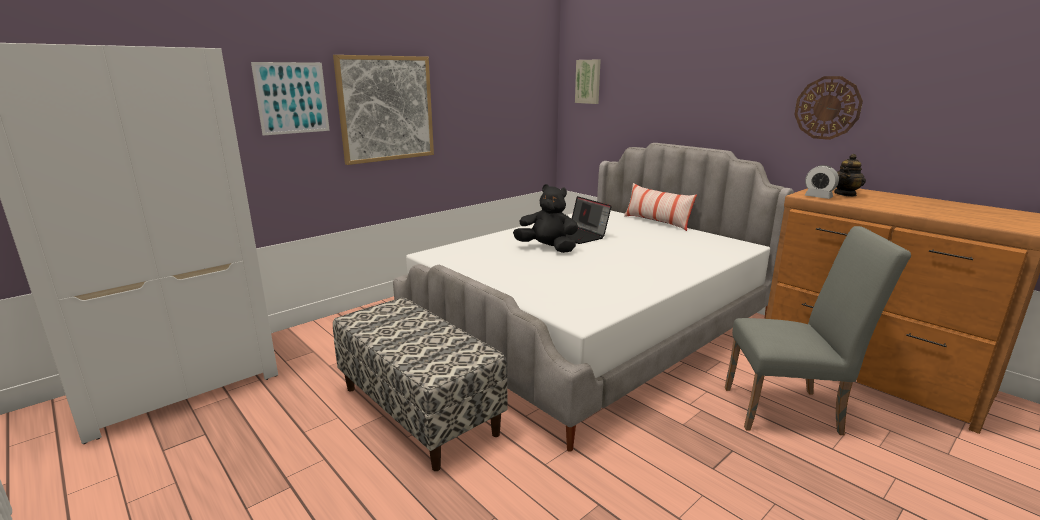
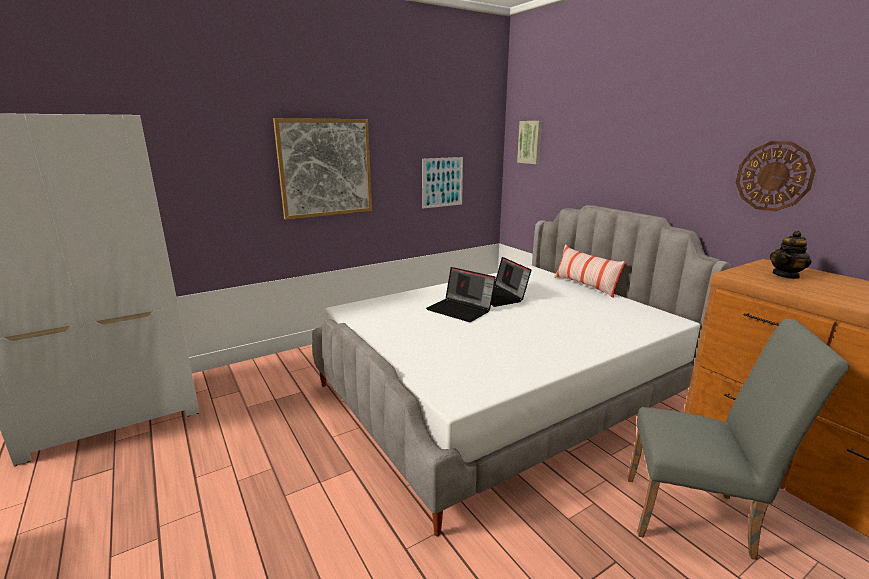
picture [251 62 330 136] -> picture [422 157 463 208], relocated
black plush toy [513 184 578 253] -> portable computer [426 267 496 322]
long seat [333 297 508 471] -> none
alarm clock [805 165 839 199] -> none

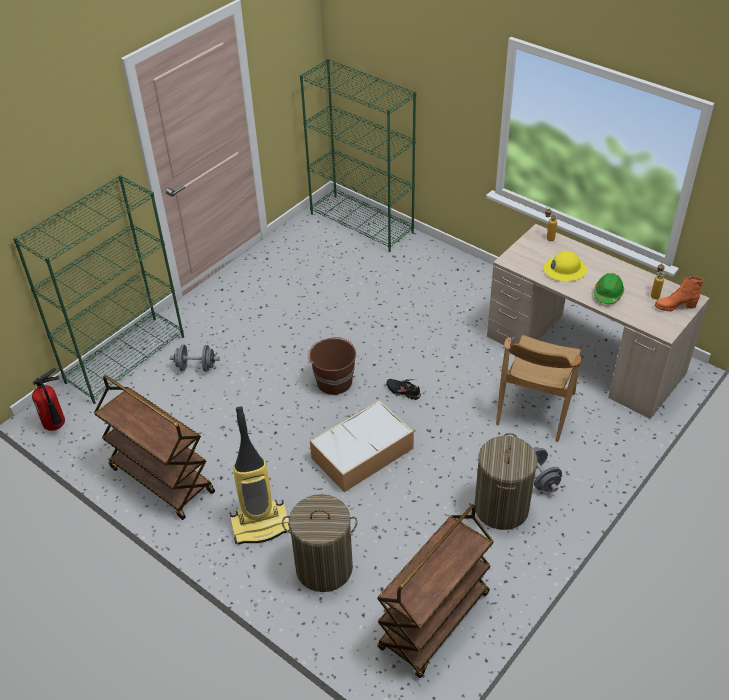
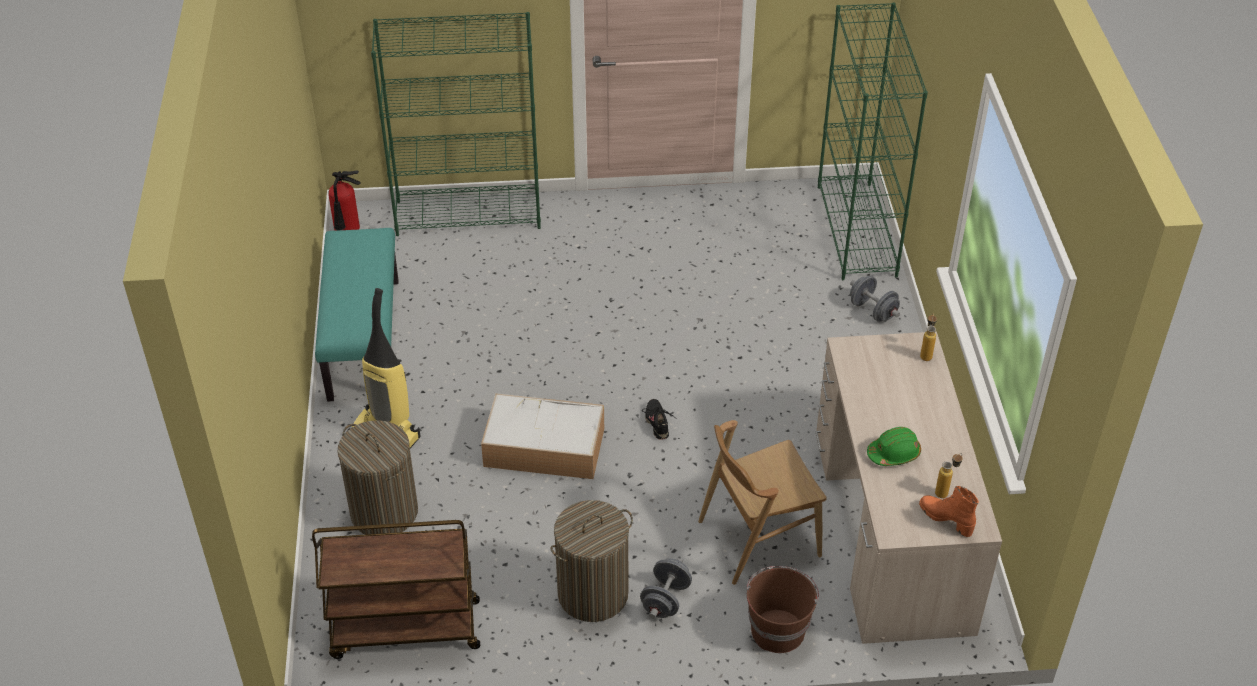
brownish cart [94 375 215 520] -> blue-green long seat [315 228 399 402]
brownish pail [308 337 356 395] -> brownish pail [747 566 819 653], relocated
greyish dumbbell [170 345 220 372] -> greyish dumbbell [850 276 900 322], relocated
yellow safety helmet [544 251 587 281] -> none

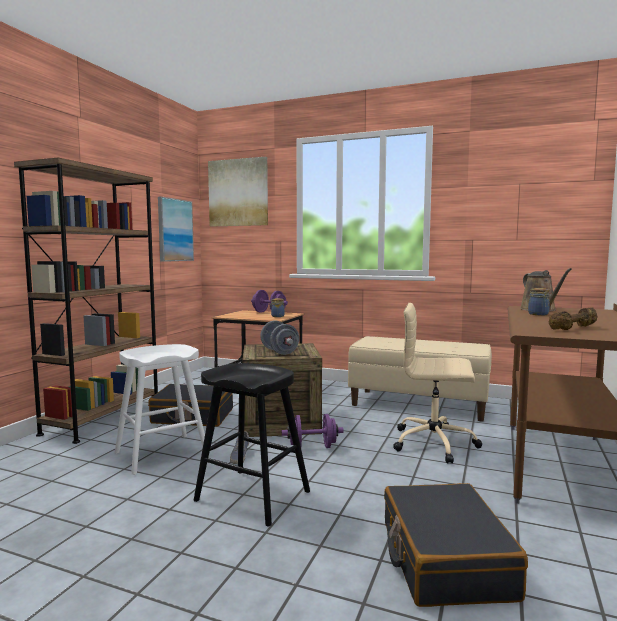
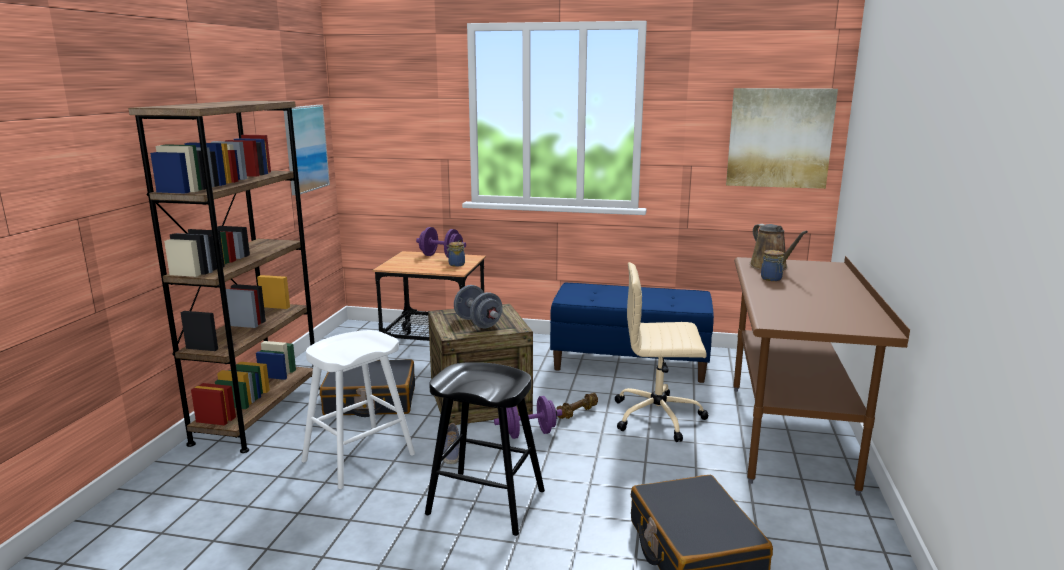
beige-coloured long seat [348 336 492 422] -> blue long seat [550 283 714 383]
brownish dumbbell [549 307 598 330] -> brownish dumbbell [556 393 598 419], relocated
picture [208 157 268 226] -> picture [726 88 838 189], relocated

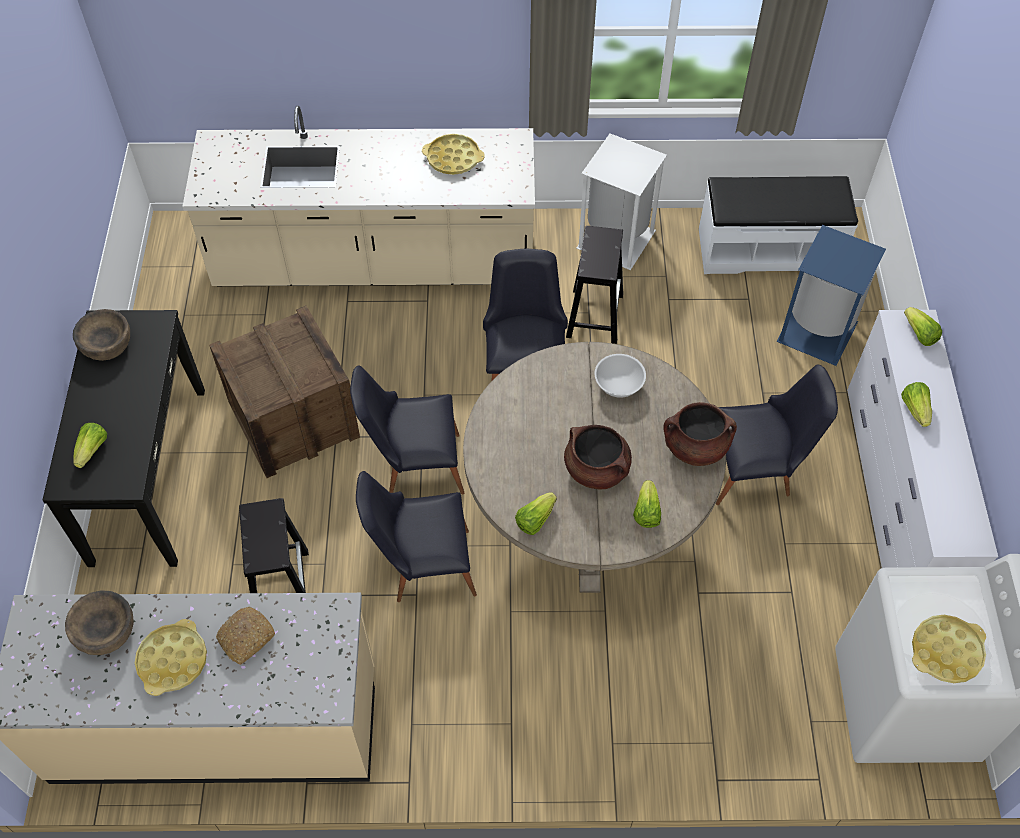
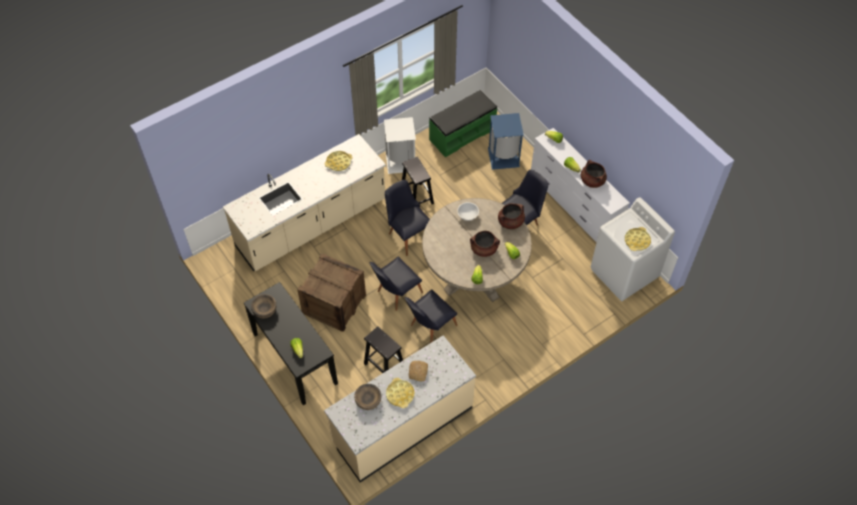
white-coloured long seat [699 176 858 274] -> greenish long seat [429 90 498 157]
none -> brownish saucepot [581 160 607 188]

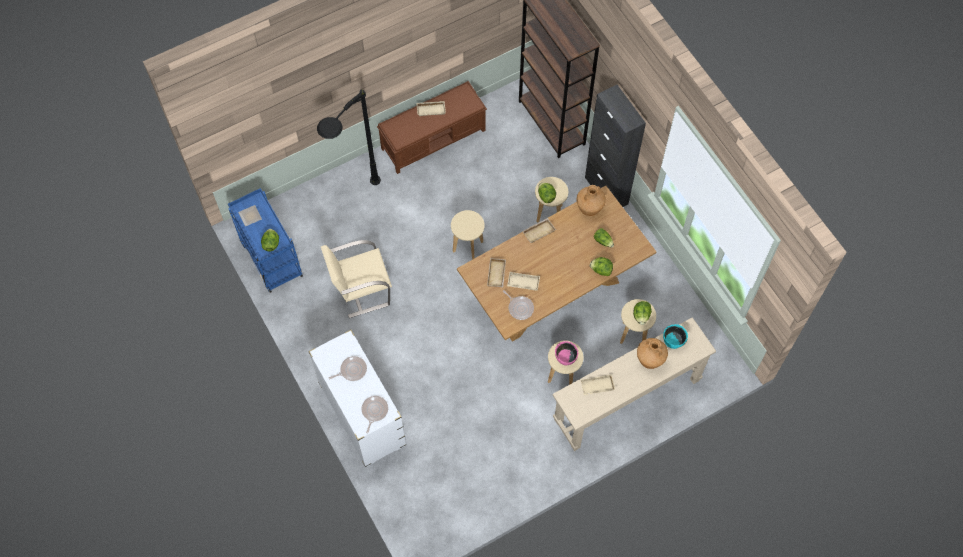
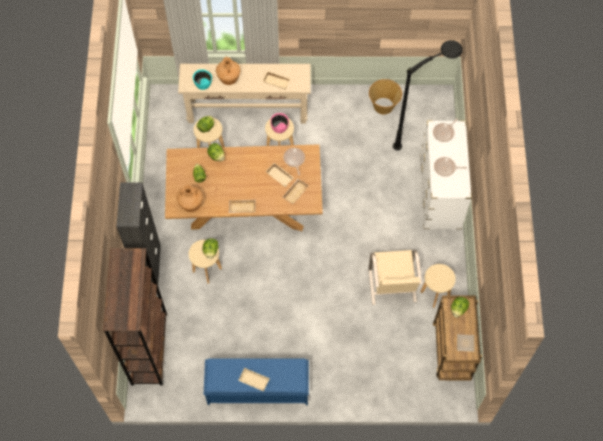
brownish long seat [377 81 487 174] -> blue long seat [204 358 309 405]
none -> basket [369 79 402 114]
beige-coloured plain chair [321 240 392 318] -> beige-coloured plain chair [369 250 422 305], 75 degrees clockwise
black standing lamp [317 89 381 185] -> black standing lamp [393 40 463 151], relocated
beige-coloured stool [451 210 485 259] -> beige-coloured stool [420 264 456 308], relocated
blue cart [228 188 303 293] -> brownish cart [433 296 482 380]

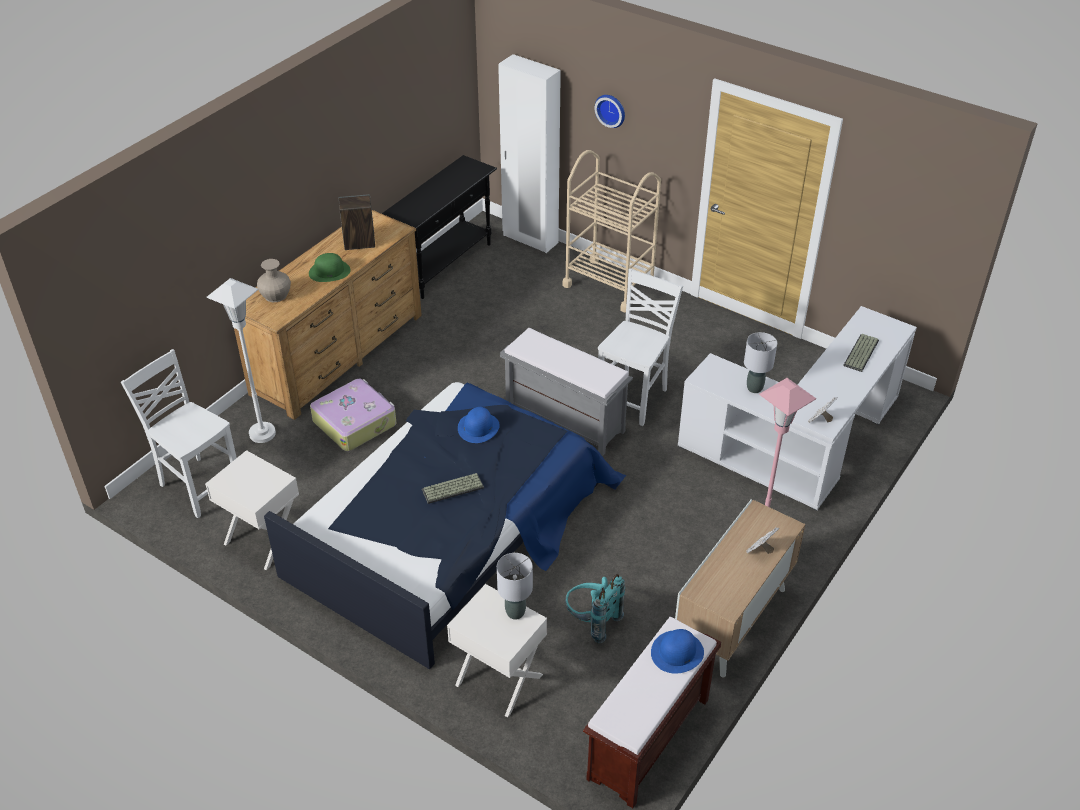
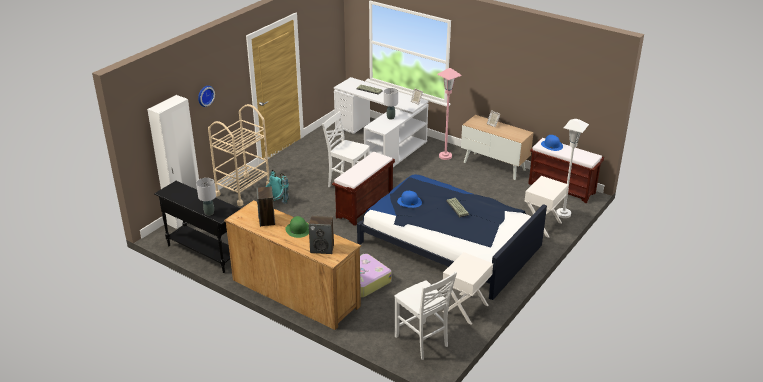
greyish tabletop lamp [497 553 533 620] -> greyish tabletop lamp [196 178 216 216], relocated
blue-green backpack [565 574 625 643] -> blue-green backpack [266 169 289 204], relocated
beige-coloured vase [257 259 291 302] -> loudspeaker [309 216 334 254]
greyish long seat [500 328 633 456] -> brownish long seat [332 152 395 226]
white-coloured plain chair [121 349 237 518] -> white-coloured plain chair [394 271 457 360], 75 degrees counterclockwise
white-coloured standing lamp [207 278 276 443] -> white-coloured standing lamp [556 119 589 218], relocated

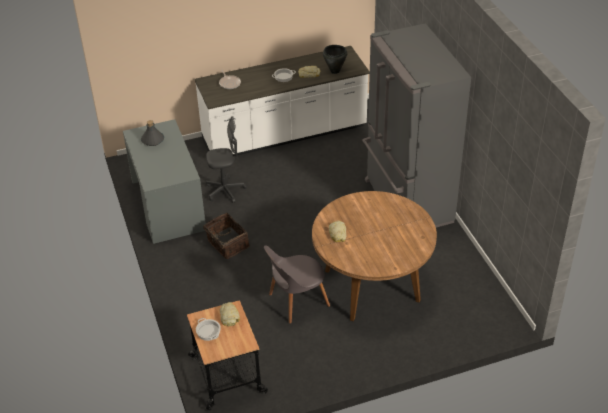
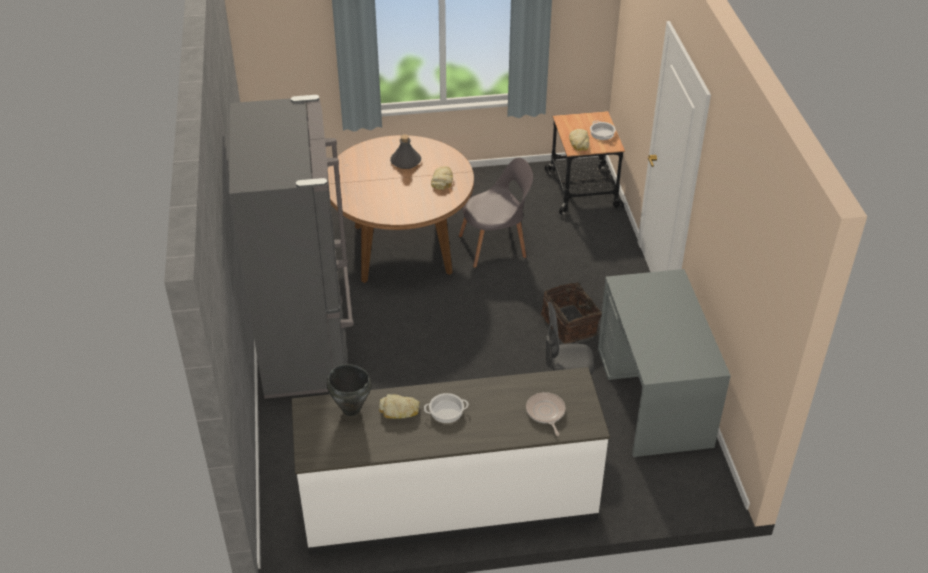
greyish beverage bottle [141 120 164 146] -> greyish beverage bottle [390 134 421 169], relocated

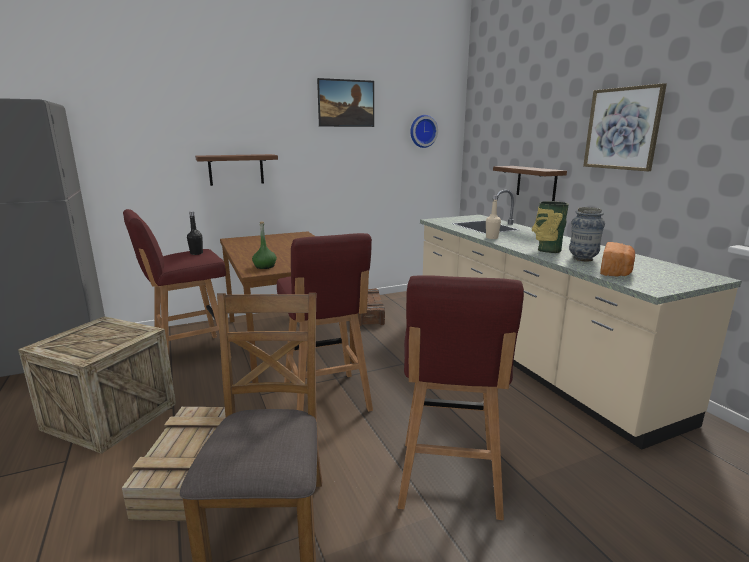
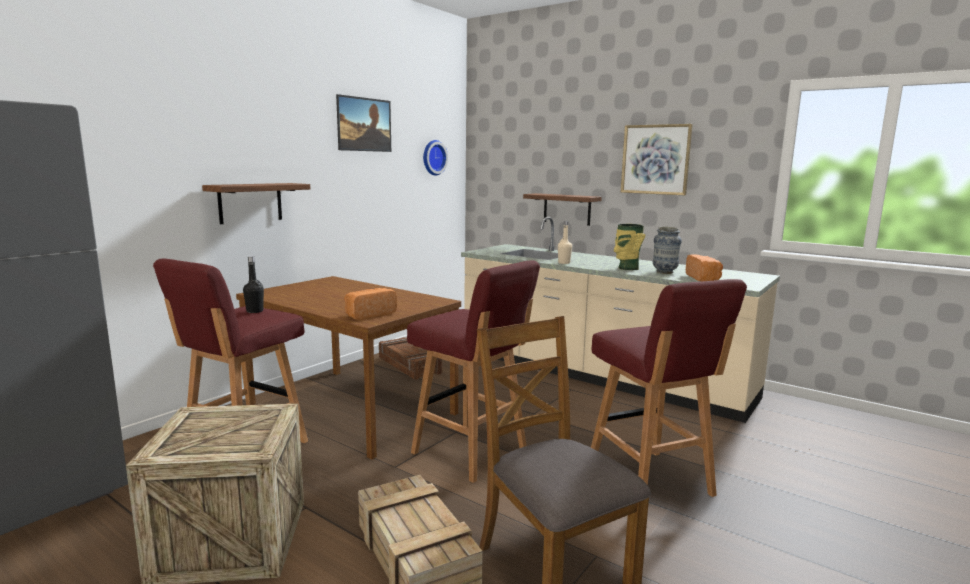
greenish beverage bottle [252 221 277 269] -> bread [344 288 397 320]

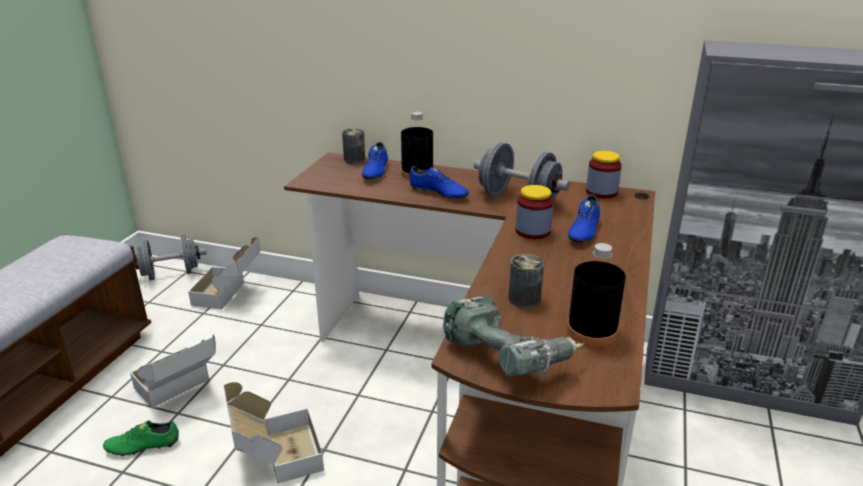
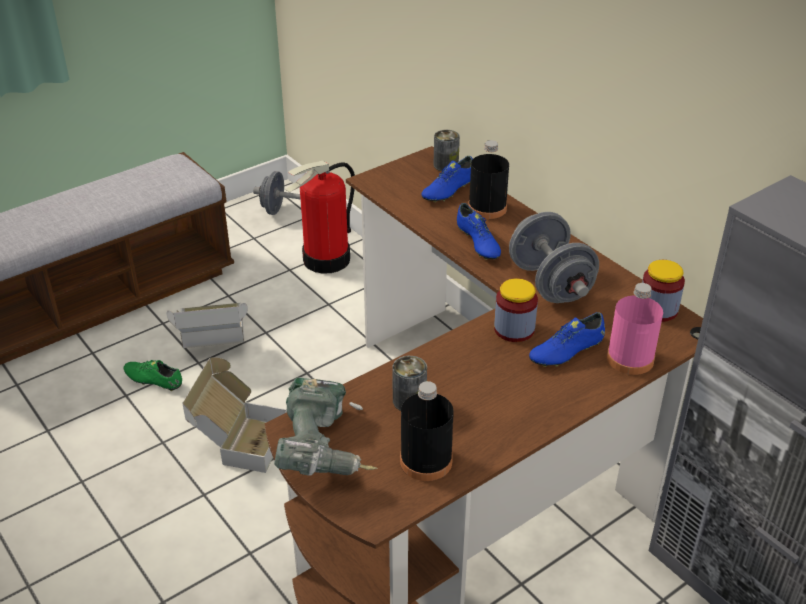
cardboard box [188 237 260 309] -> extinguisher [285 160 355 274]
none -> pink beverage bottle [607 283 663 375]

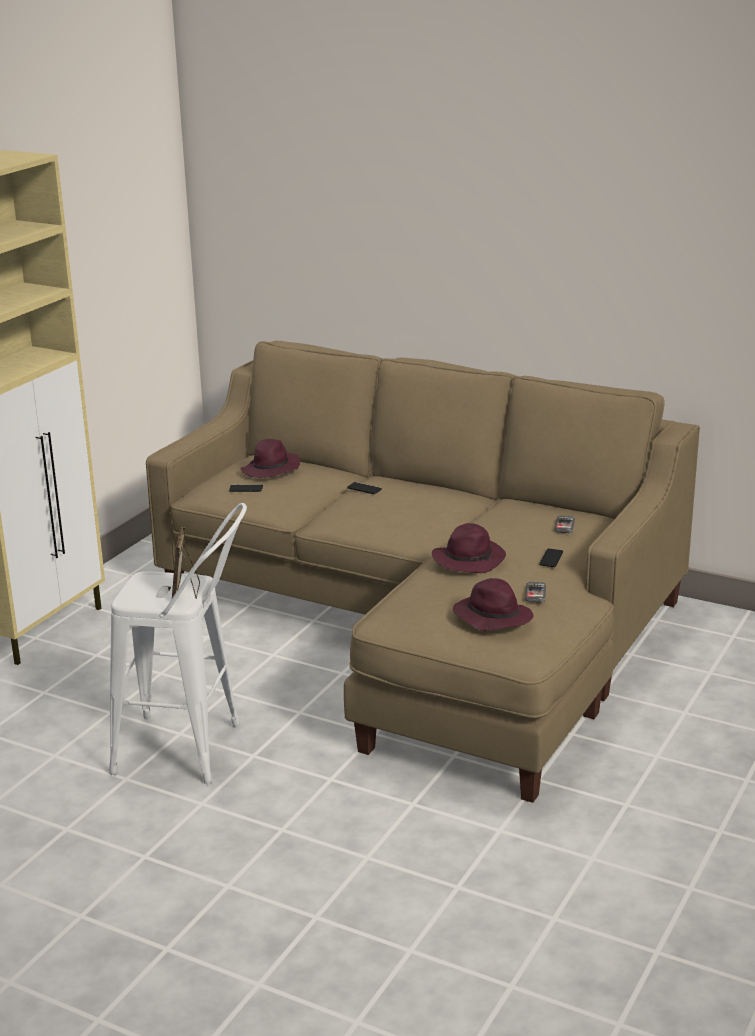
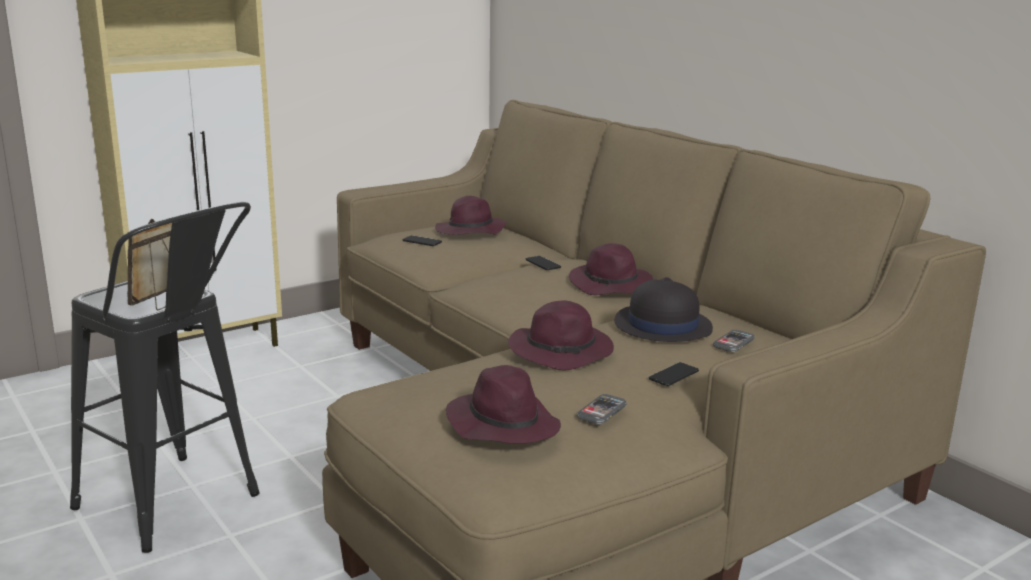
white-coloured stool [109 503 247 784] -> black stool [70 202 260 553]
none -> purple clothing hat [569 243 653 295]
none -> black clothing hat [614 277 713 342]

